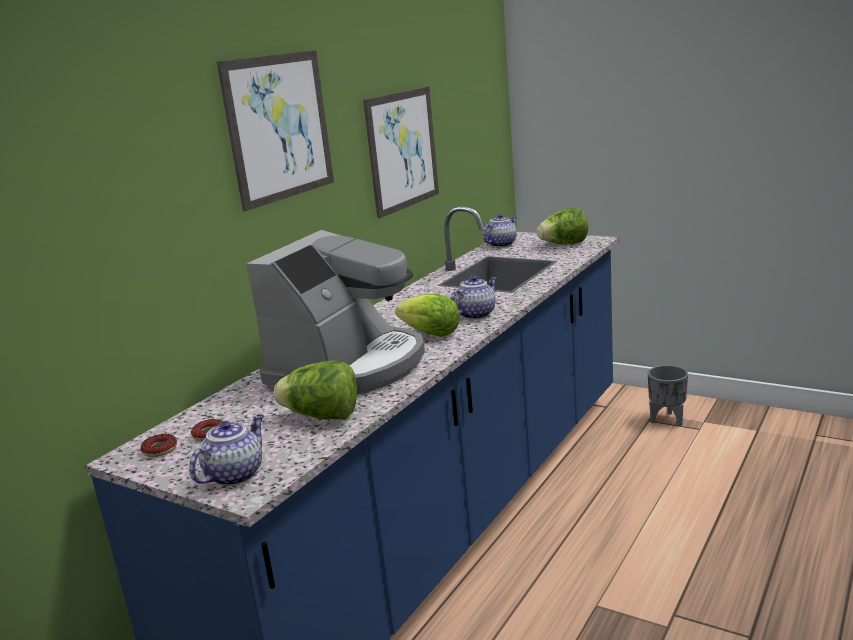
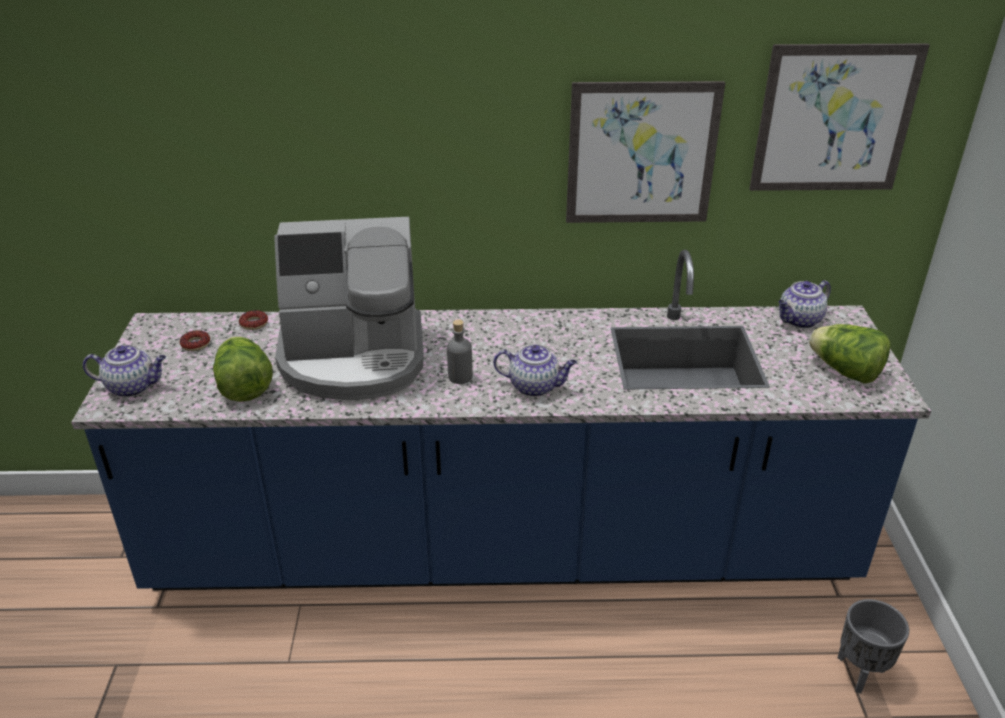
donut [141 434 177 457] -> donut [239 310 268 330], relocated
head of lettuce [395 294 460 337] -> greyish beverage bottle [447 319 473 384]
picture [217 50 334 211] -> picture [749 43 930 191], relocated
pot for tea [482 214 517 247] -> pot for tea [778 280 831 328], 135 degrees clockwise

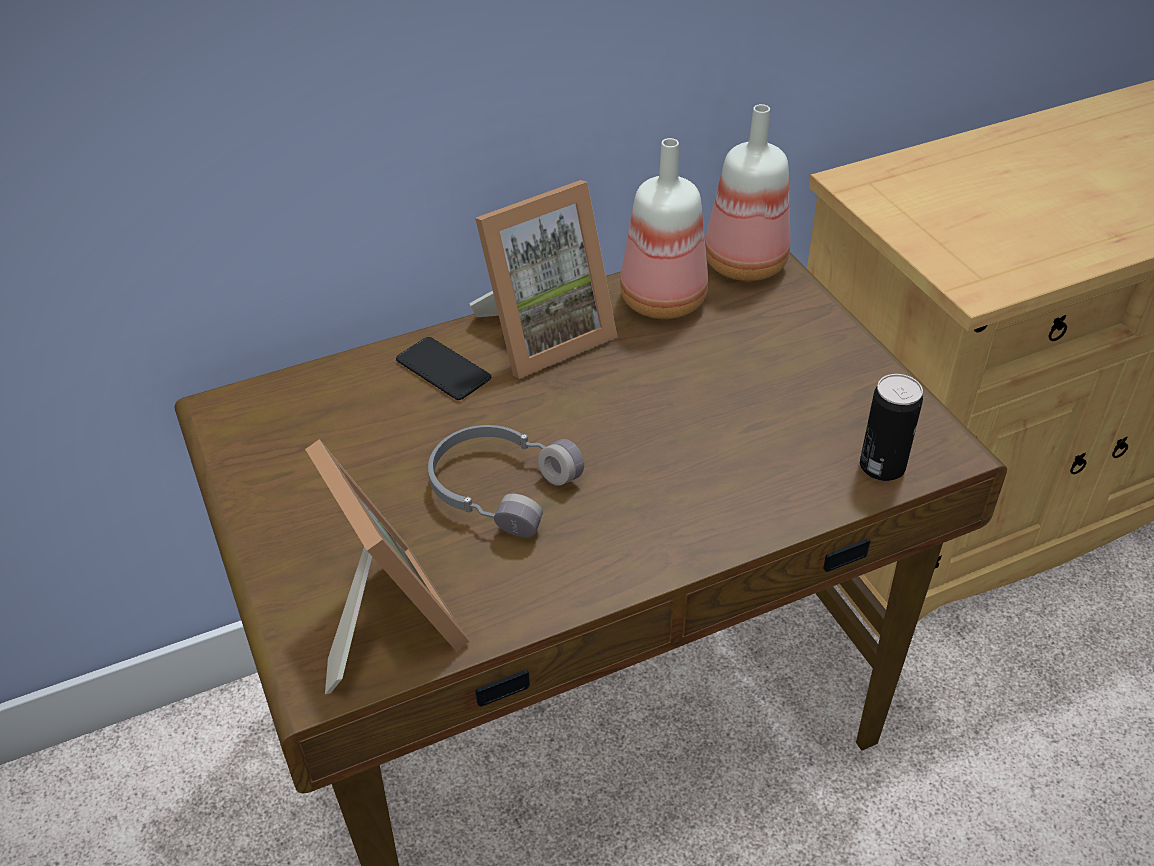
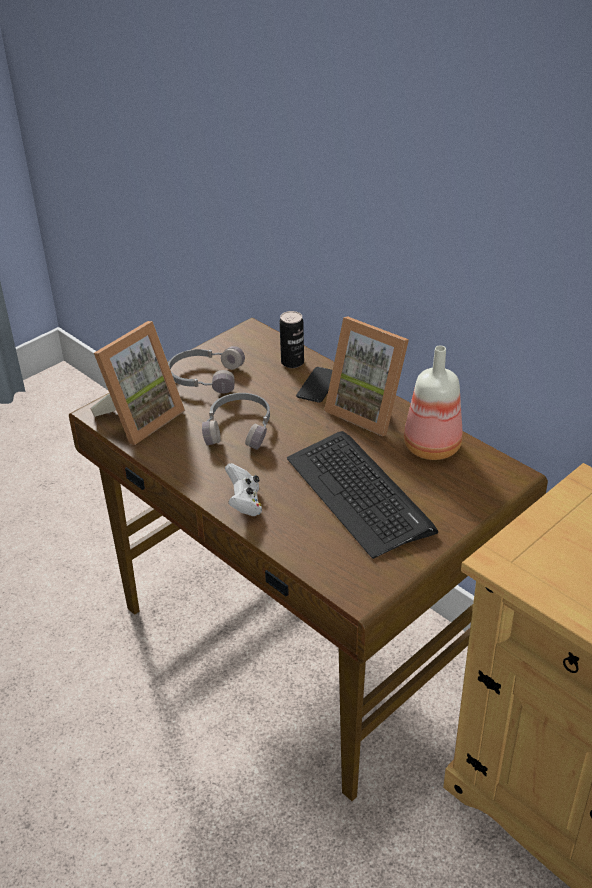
none -> greyish headphones [168 346 245 393]
none -> white-coloured game controller [225 463 262 516]
sealed can [860 374 923 481] -> sealed can [280 311 304 368], relocated
none -> computer keyboard [287 431 438 559]
beverage bottle [705 104 790 281] -> none

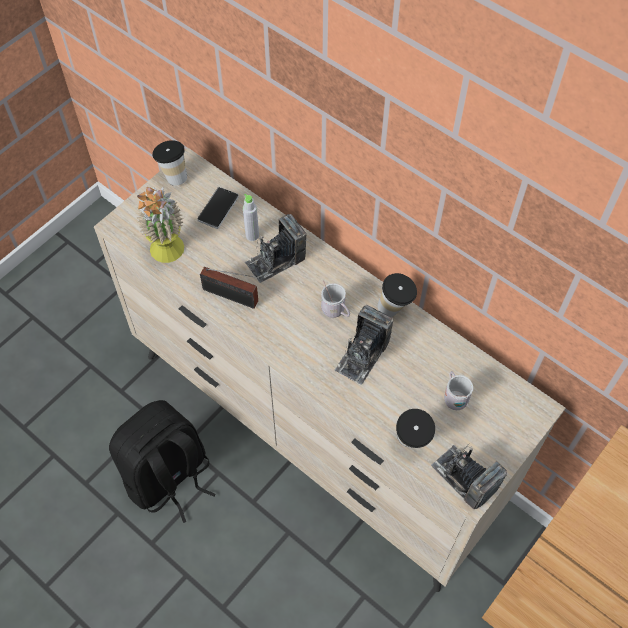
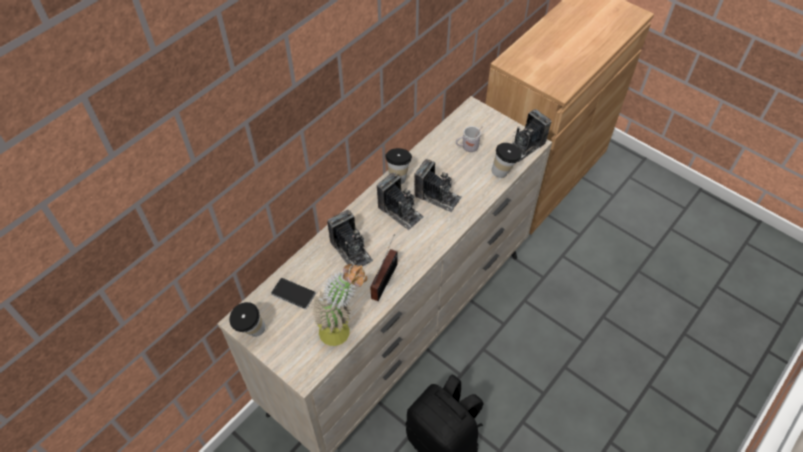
white-coloured tea mug [321 280 350 318] -> photo camera [377 172 424 230]
greyish beverage bottle [243 194 259 241] -> none

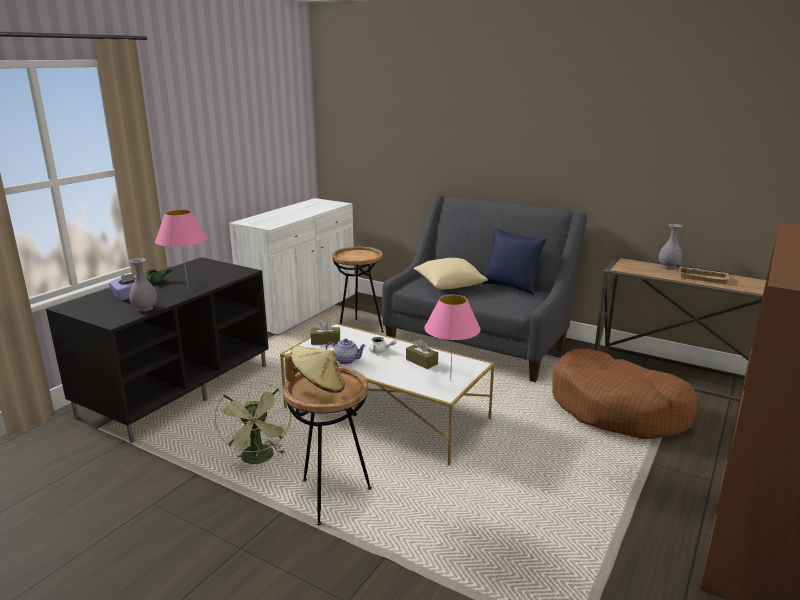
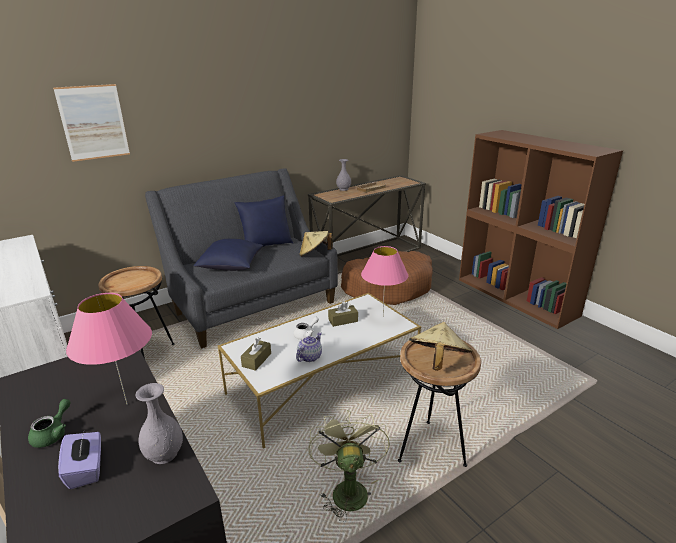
none -> picture [53 84 130 162]
beige-coloured throw pillow [414 258 488 289] -> blue throw pillow [194 239 263 271]
none -> beige-coloured clothing hat [300 231 332 257]
greenish cooling fan [215 381 291 467] -> greenish cooling fan [308 410 390 522], 105 degrees counterclockwise

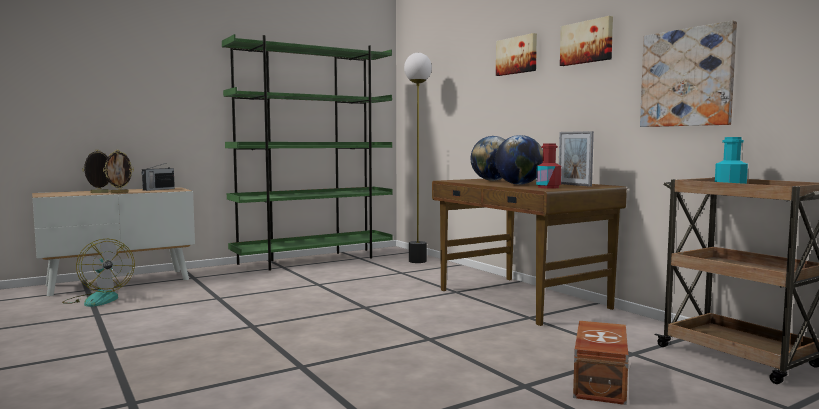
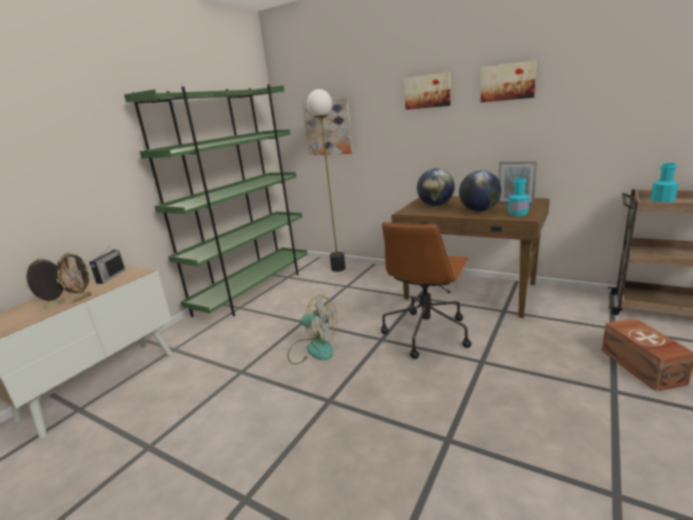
cooling fan [62 239 135 307] -> cooling fan [287 295 337 365], relocated
picture [640 20 737 127] -> picture [302 97 353 155], relocated
none -> brownish computer chair [381 222 471 359]
red-coloured beverage bottle [536 143 561 189] -> blue-green beverage bottle [508 178 530 216]

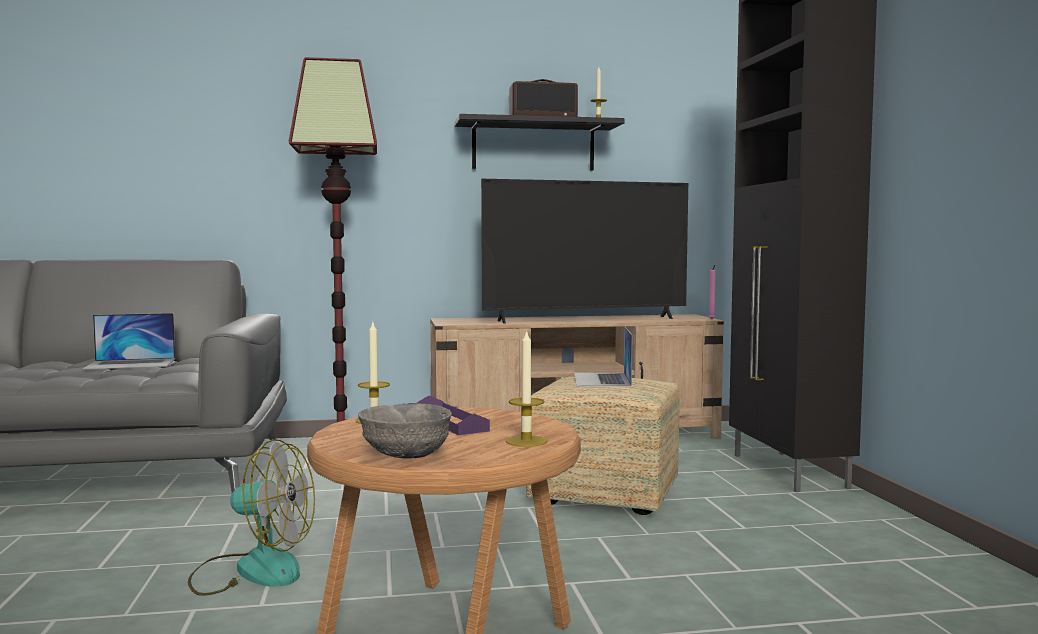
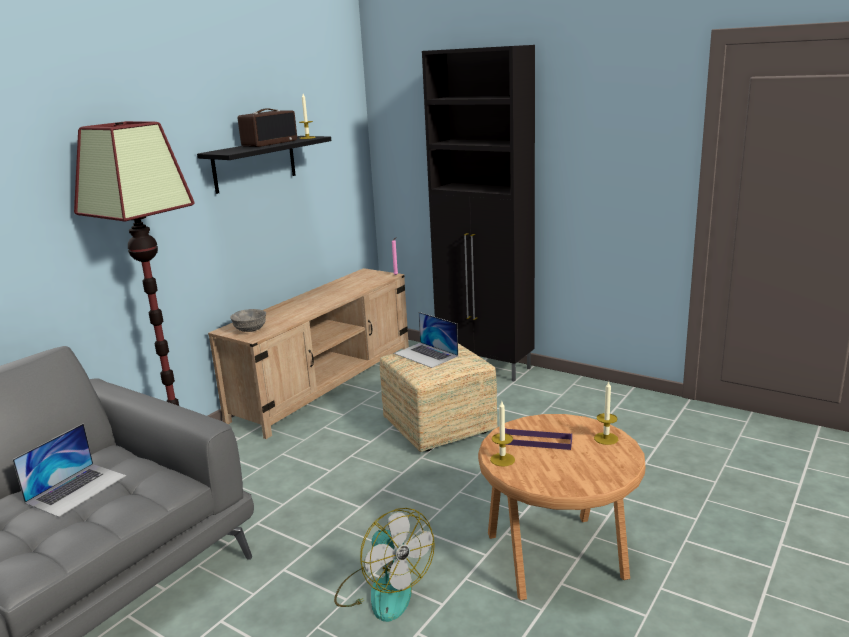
greyish bowl [358 403 452 459] -> greyish bowl [230 309 266 332], relocated
cooling fan [188 439 315 596] -> cooling fan [334 508 435 622], 90 degrees clockwise
television [481 179 688 324] -> none

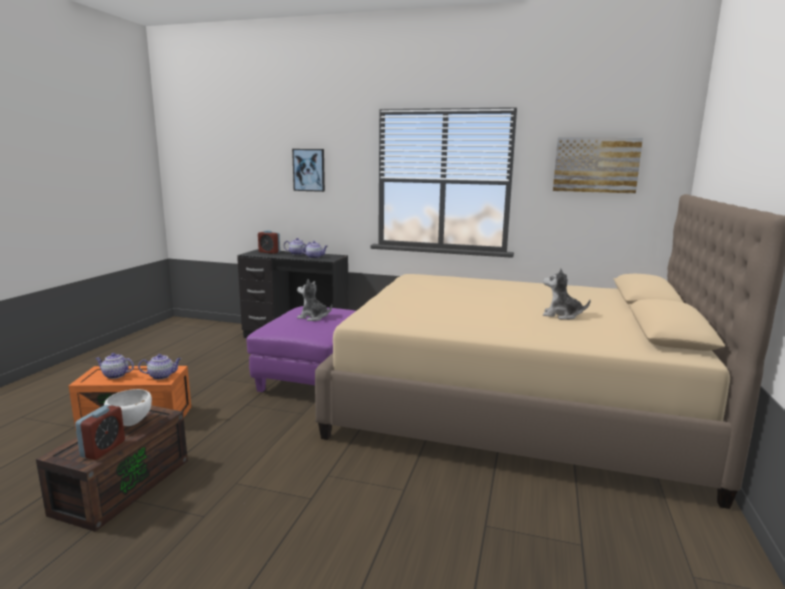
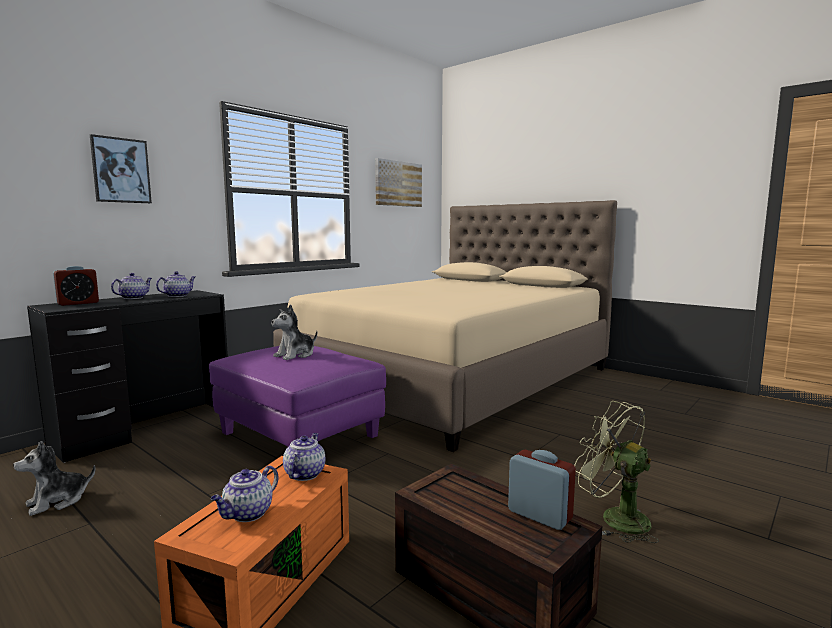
plush toy [543 268 591 320] -> plush toy [13 441 96 516], relocated
none -> greenish cooling fan [574 401 659 543]
white-coloured bowl [104 389 152 426] -> none

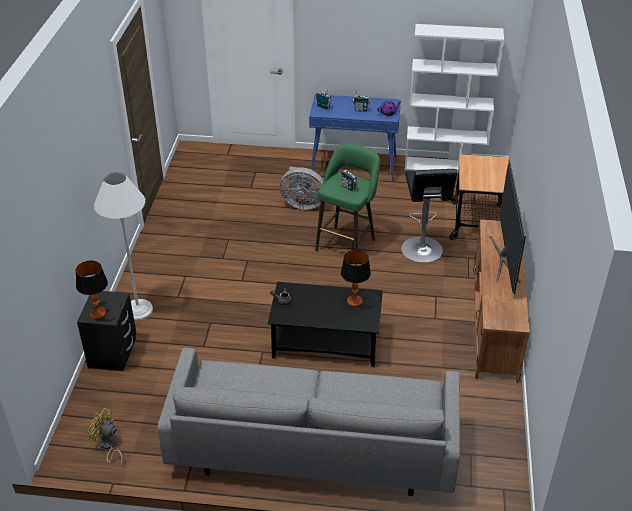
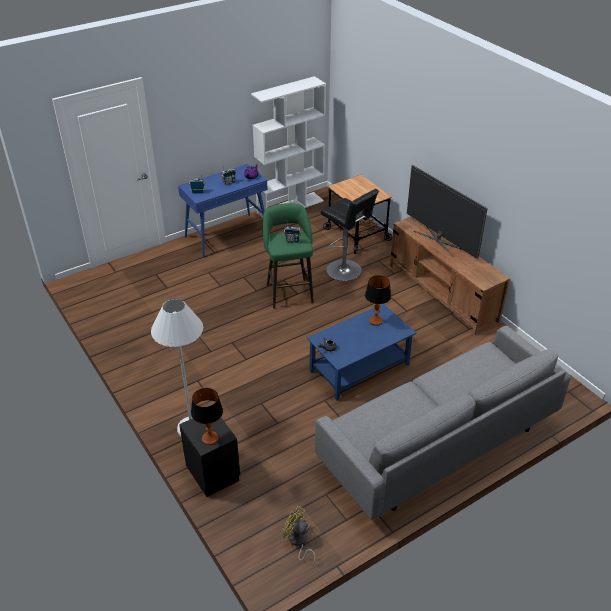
yellow cooling fan [88 408 123 467] -> yellow cooling fan [283 506 316 566], 45 degrees clockwise
black low table [268 282 383 367] -> blue low table [307 304 416 401]
greyish cooling fan [280 167 324 210] -> none

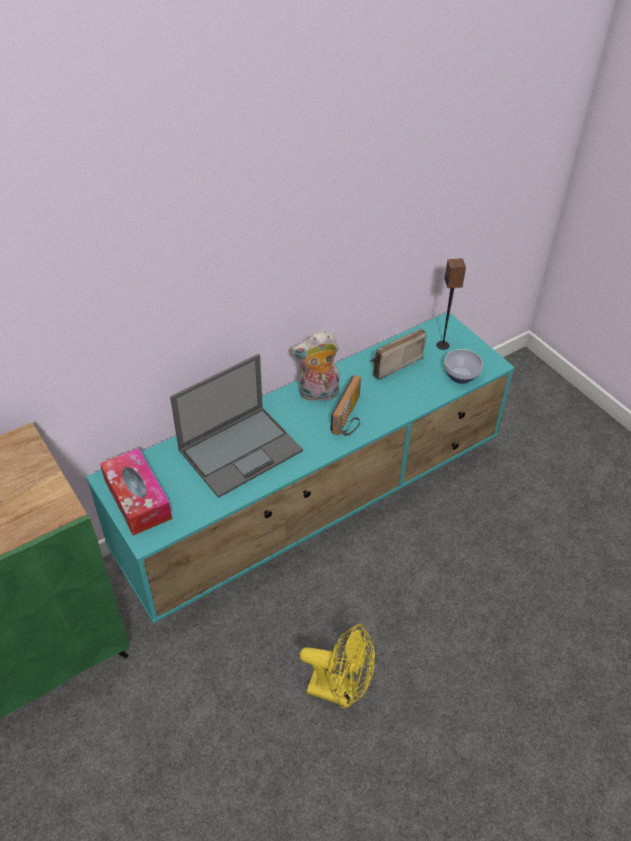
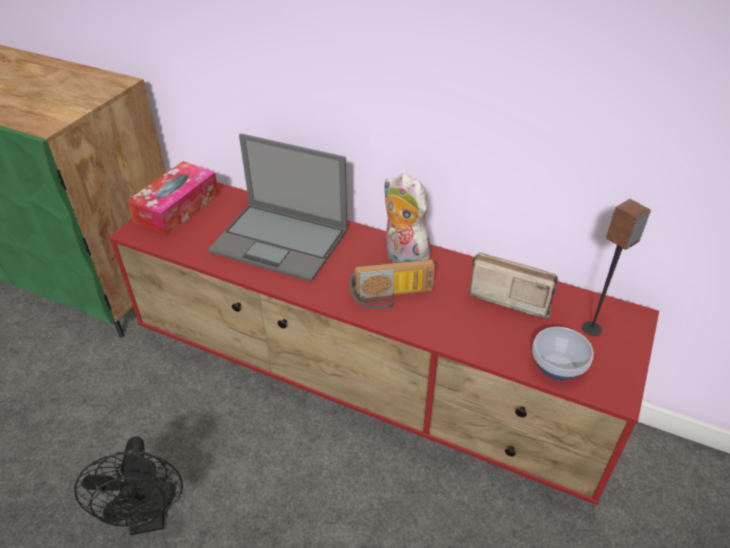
yellow cooling fan [300 624 375 709] -> black cooling fan [74 436 183 535]
blue-green media console [86 312 515 624] -> red-coloured media console [108 182 659 505]

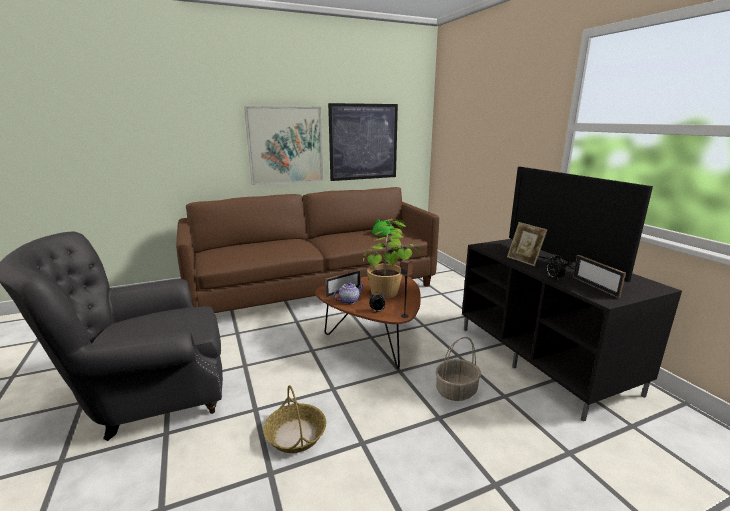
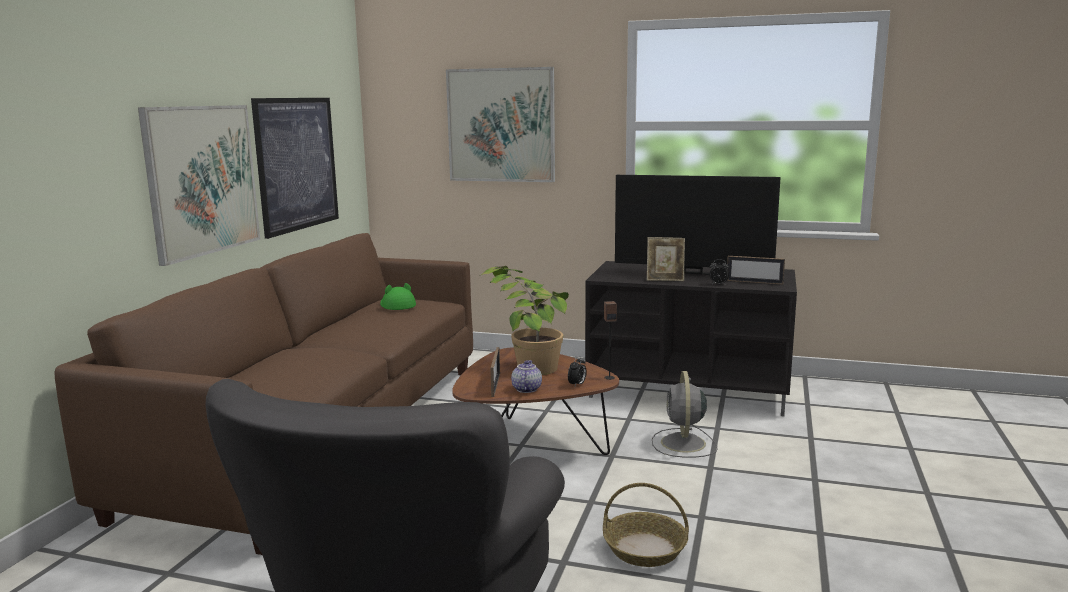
none -> picture [446 67 555 182]
basket [436 337 481 401] -> greyish cooling fan [652 371 718 458]

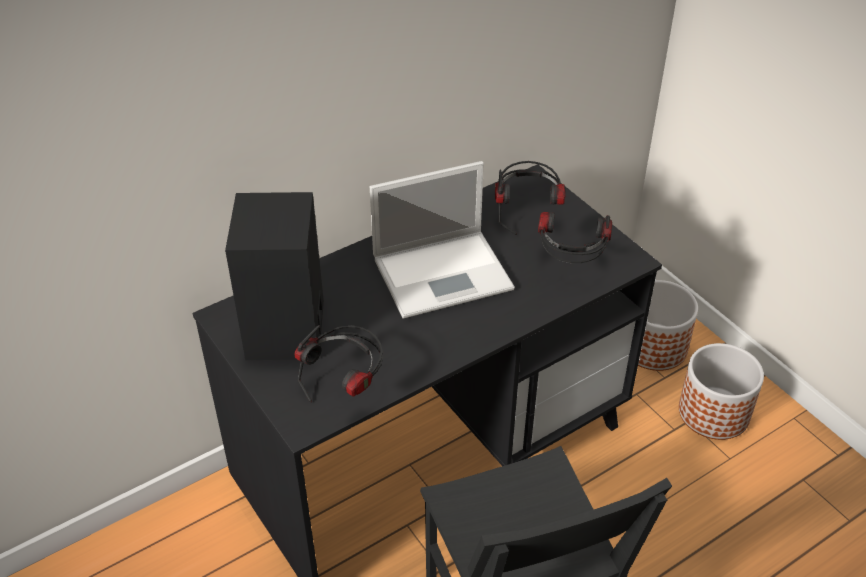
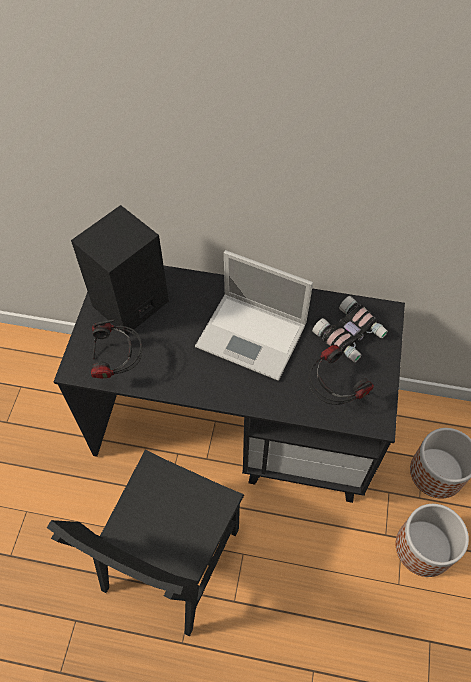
headphones [495 161 566 235] -> field glasses [312 296 388 362]

